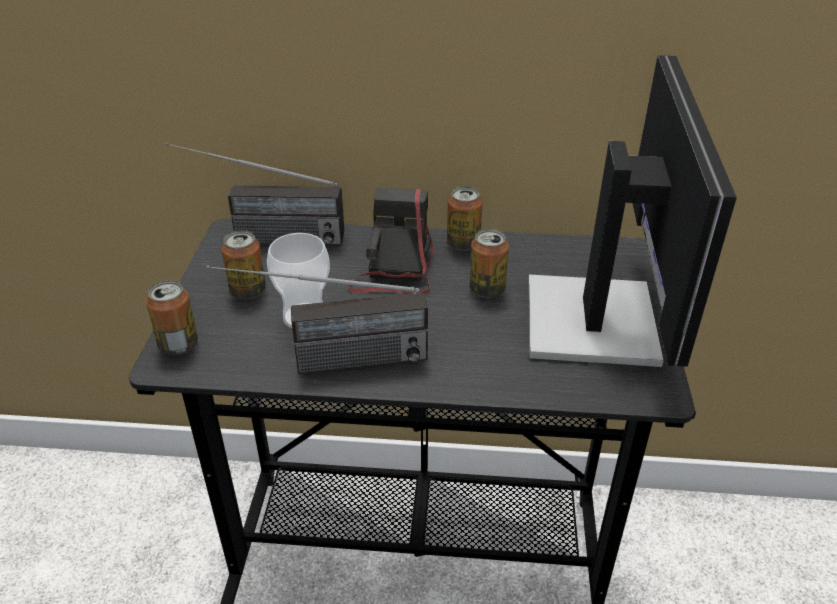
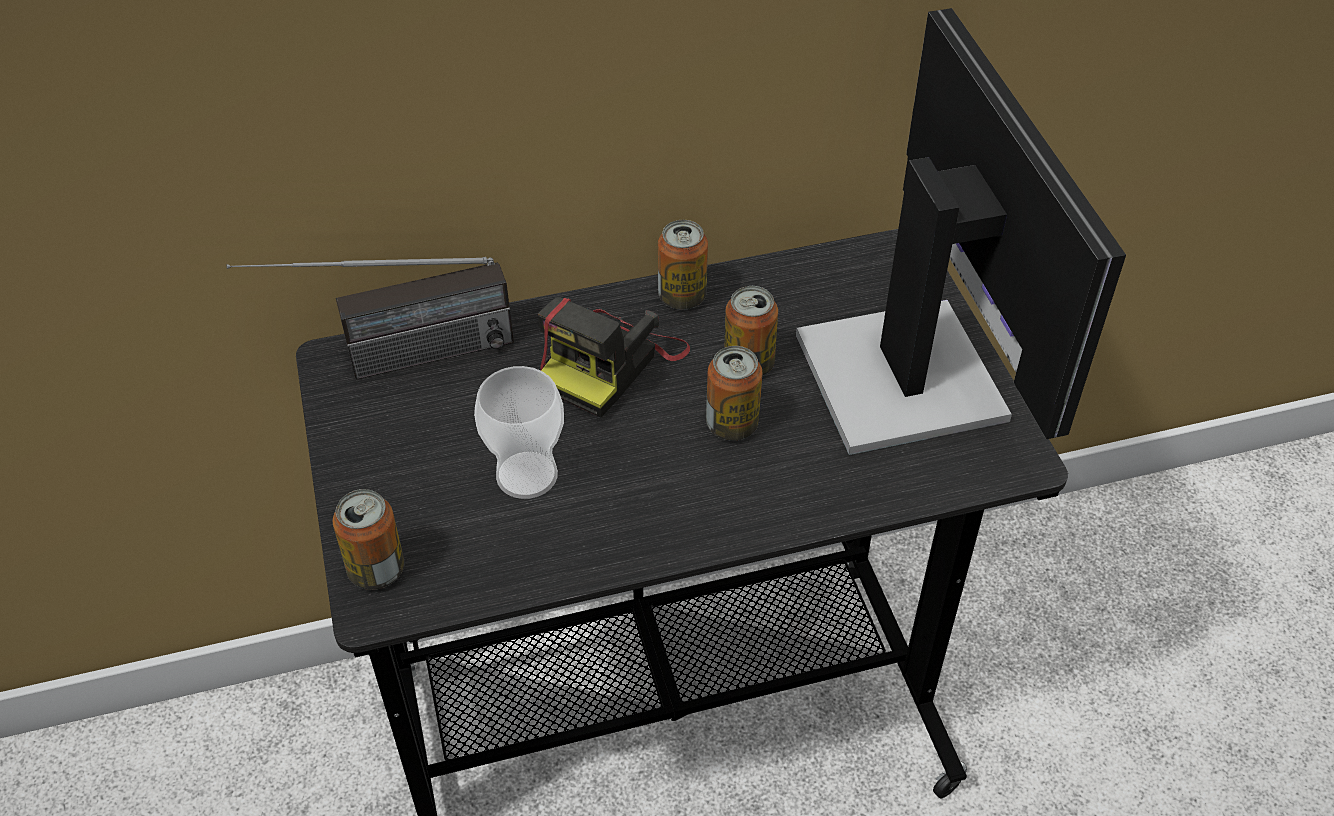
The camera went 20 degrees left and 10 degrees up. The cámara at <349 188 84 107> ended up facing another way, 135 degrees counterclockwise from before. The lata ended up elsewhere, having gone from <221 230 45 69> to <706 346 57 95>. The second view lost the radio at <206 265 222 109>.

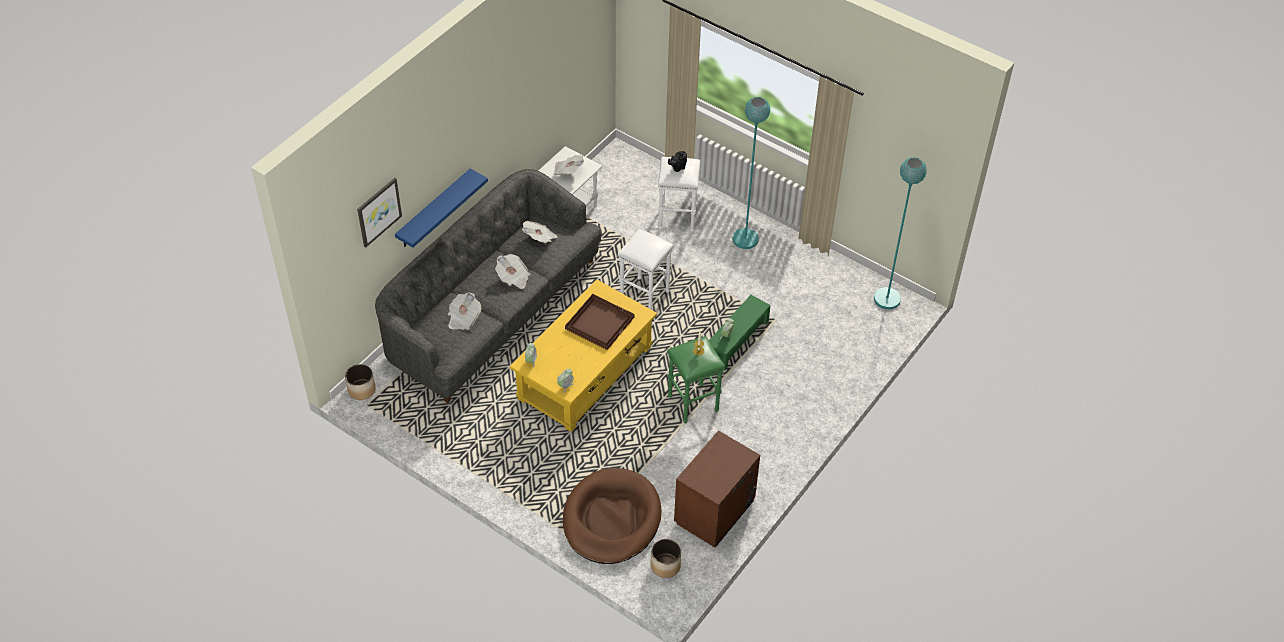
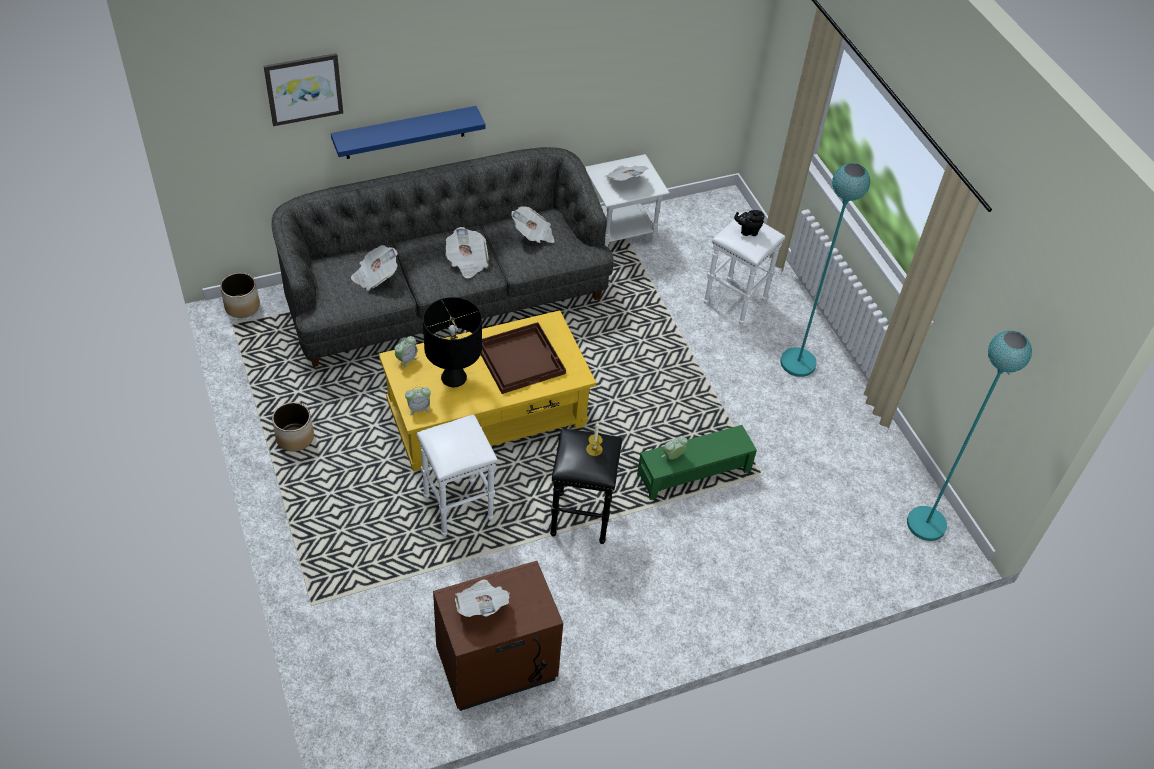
The camera went 30 degrees right and 0 degrees up. The taburete [blanco] ended up elsewhere, having gone from <618 229 56 81> to <417 414 81 122>. What was the taburete [verde] at <667 336 58 88> turned into the taburete [negro] at <550 429 72 115>. The second view lost the cama para perro [marrón] at <563 468 99 96>. The maceta ended up elsewhere, having gone from <651 539 30 39> to <272 402 42 49>. The second view gained the lámpara de mesa [negro] at <423 297 59 90>. The second view gained the periódico at <455 580 54 37>.

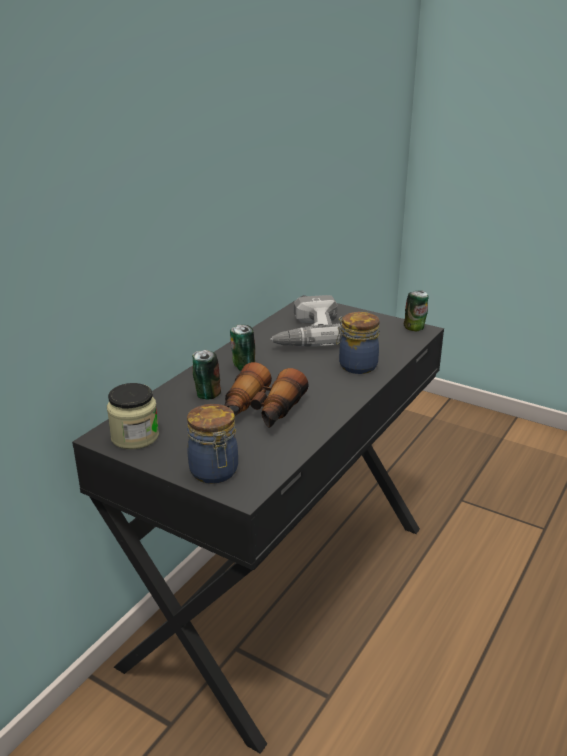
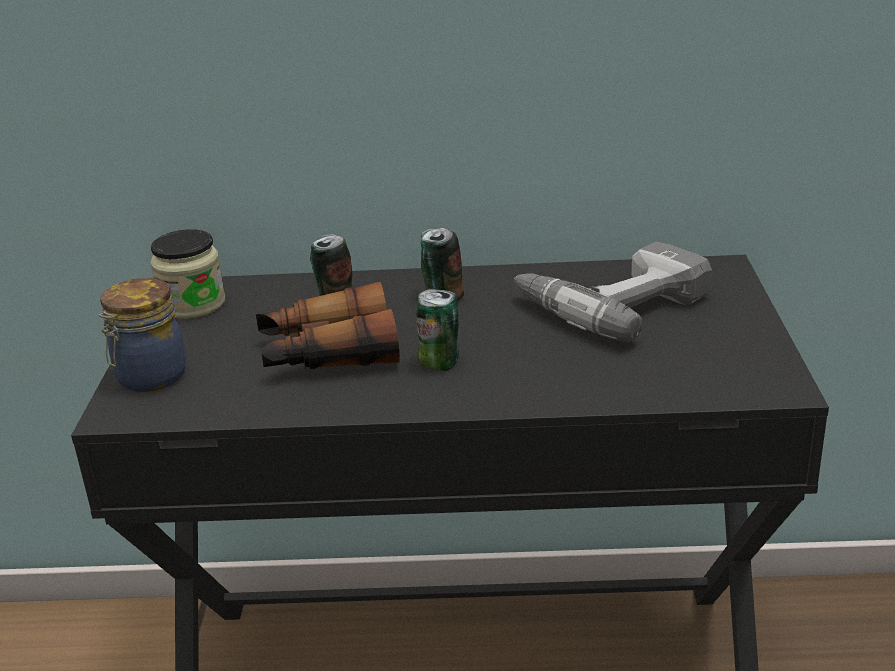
The camera went 60 degrees right and 0 degrees up. The lata ended up elsewhere, having gone from <404 290 25 41> to <416 288 43 83>. The second view lost the tarro at <336 312 43 62>.

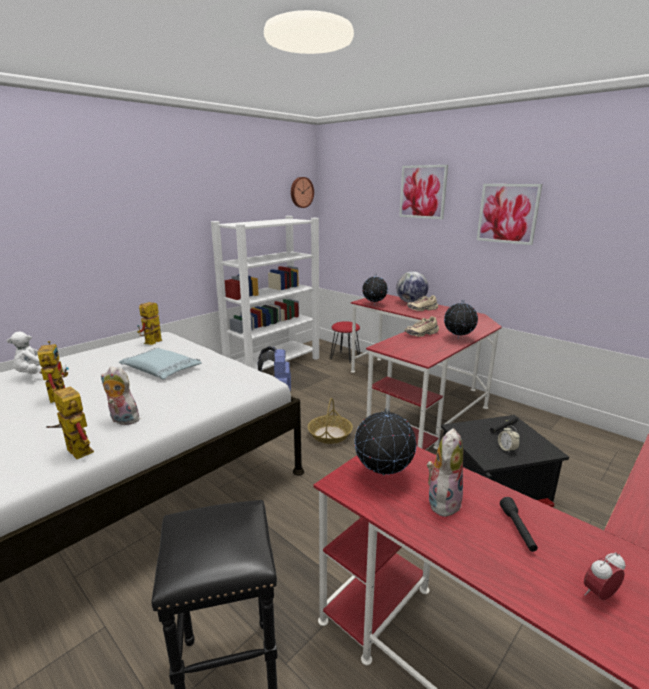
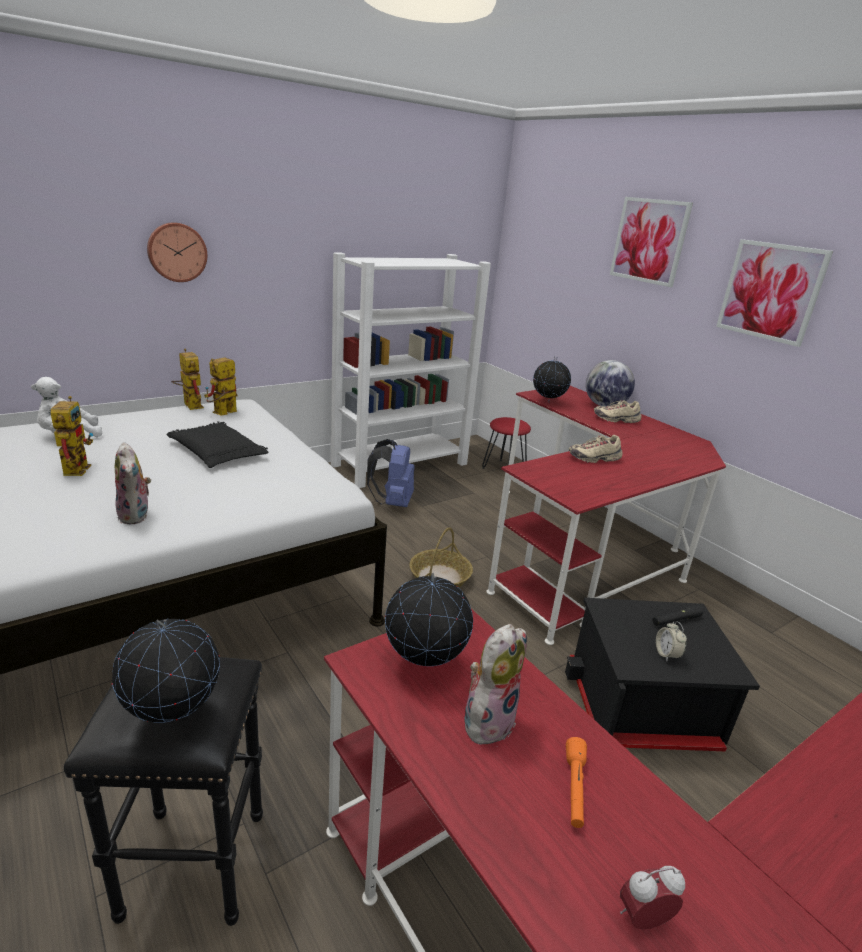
The camera went 10 degrees right and 5 degrees up. The reloj de pared ended up elsewhere, having gone from <291 177 23 31> to <147 222 60 60>. The globo terráqueo ended up elsewhere, having gone from <444 300 34 39> to <112 619 108 104>. What was the cojín [azul] at <119 347 82 33> turned into the cojín [negro] at <166 421 102 47>. The peluche at <101 366 38 59> ended up facing another way, 150 degrees counterclockwise from before. The robot de juguete ended up elsewhere, having gone from <46 384 48 75> to <171 349 33 61>. What was the linterna [negro] at <500 497 38 55> turned into the linterna [naranja] at <566 737 21 91>.

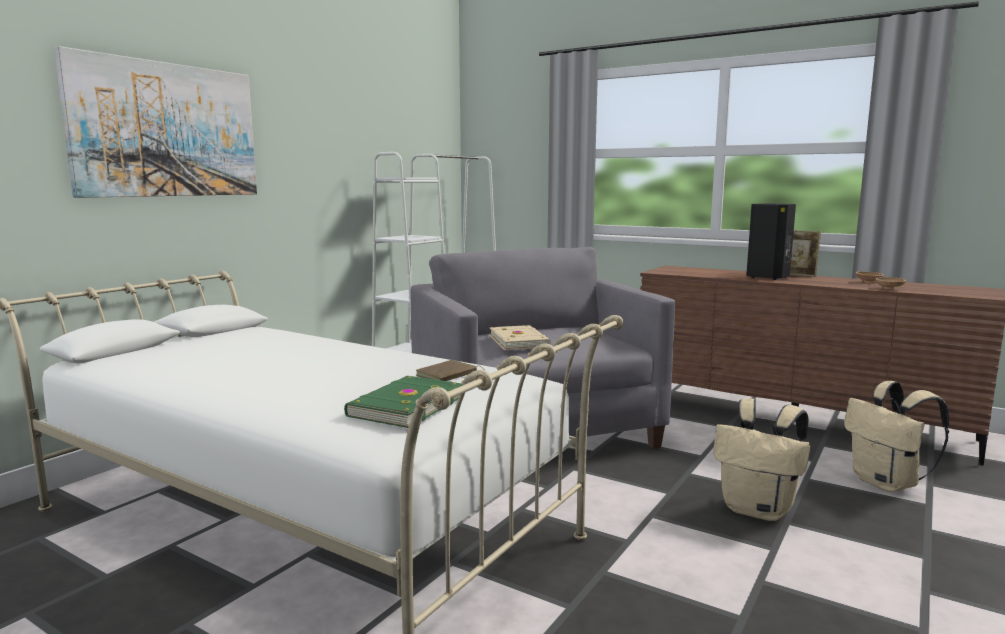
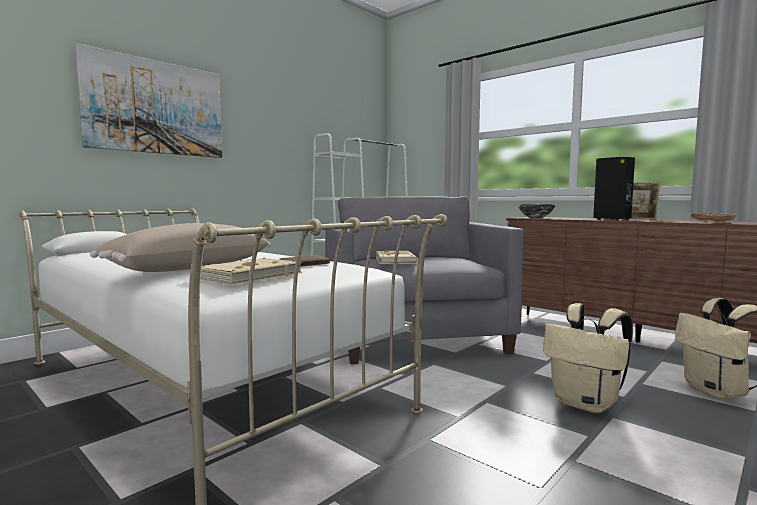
The camera went 10 degrees right and 5 degrees down. What was the libro [verde] at <344 376 118 52> turned into the libro [beis] at <201 258 101 27>. The second view gained the cuenco at <518 204 37 14>. The second view gained the cojín [beis] at <90 223 181 49>.

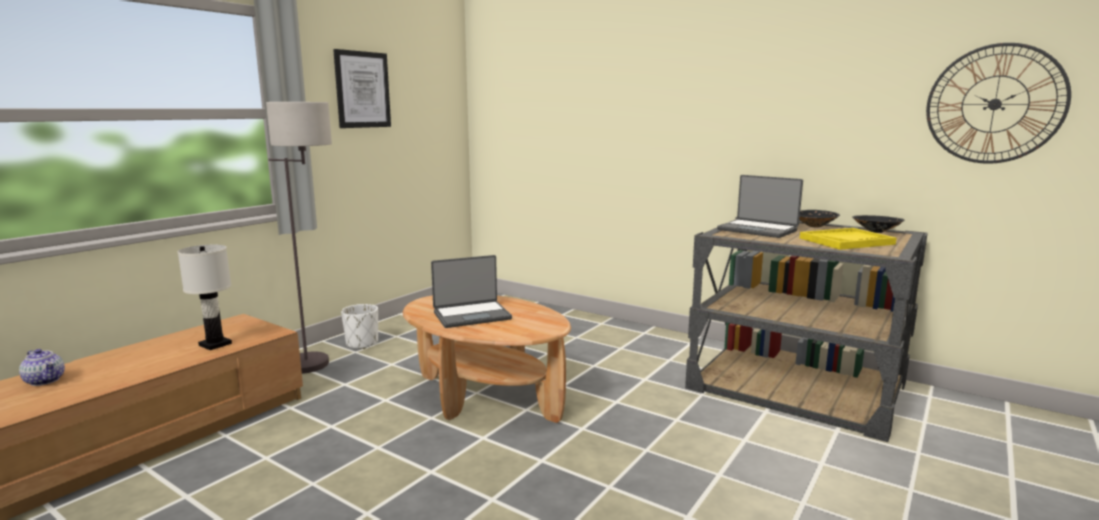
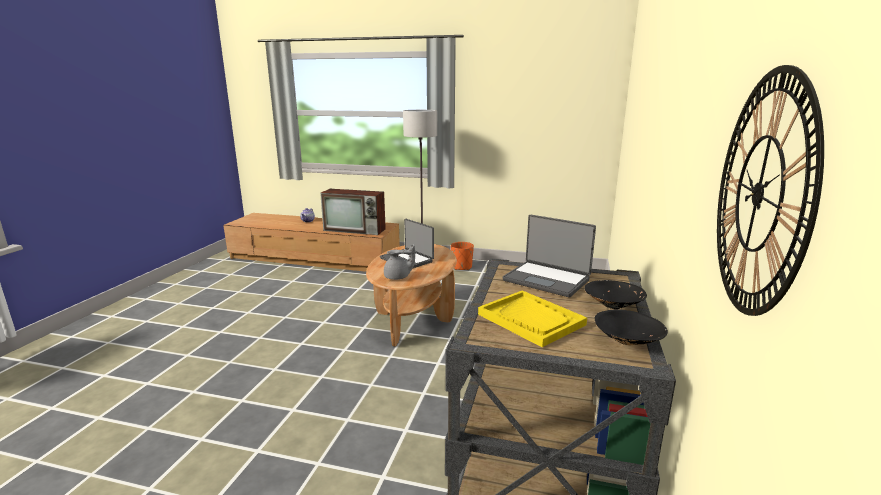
The camera went 70 degrees right and 5 degrees up. The second view lost the cuadro at <333 49 58 79>. The portátil at <717 175 86 63> ended up facing another way, 75 degrees counterclockwise from before. Where the lámpara de mesa [blanco] stood at <177 245 55 105>, the televisor came to stand at <320 189 66 46>. What was the maceta [blanco] at <341 304 37 45> turned into the maceta [naranja] at <451 242 23 28>. The second view gained the tetera [gris] at <384 244 31 36>.

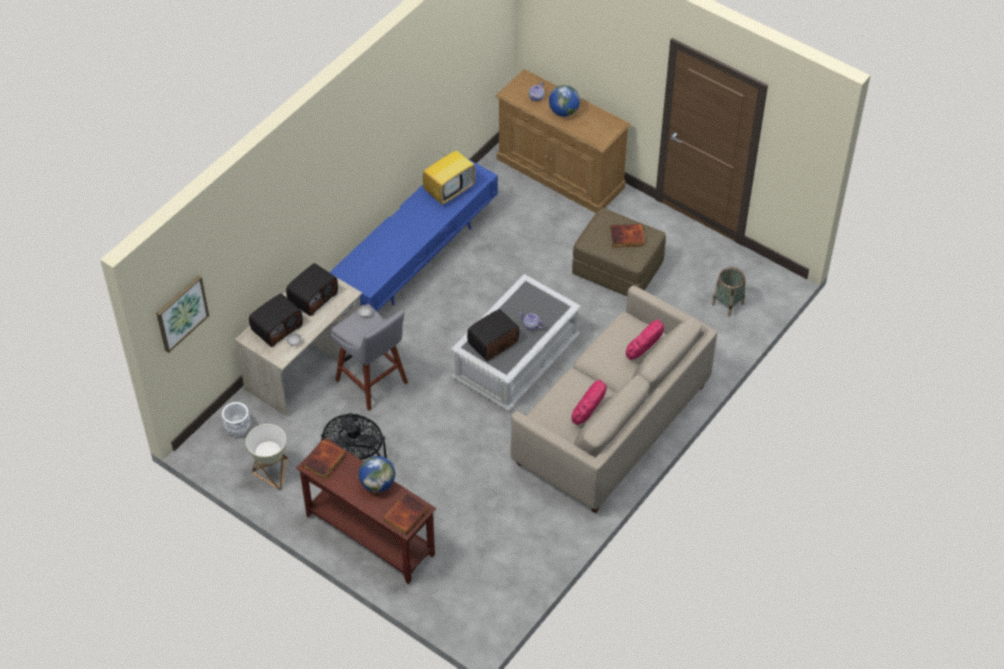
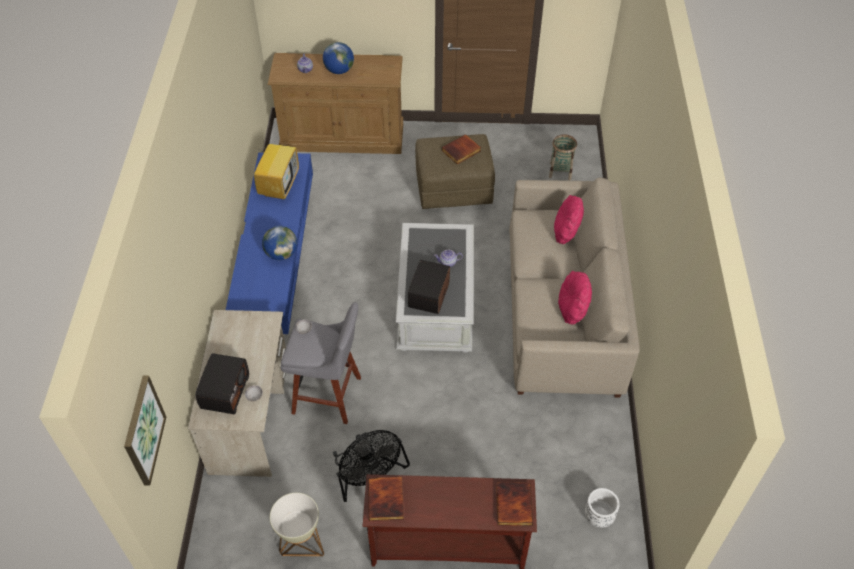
The camera went 35 degrees left and 0 degrees up. The second view lost the radio at <286 263 52 53>. The maceta [blanco] ended up elsewhere, having gone from <222 402 29 34> to <585 488 35 39>. The globo terráqueo ended up elsewhere, having gone from <359 456 36 36> to <262 226 35 34>.

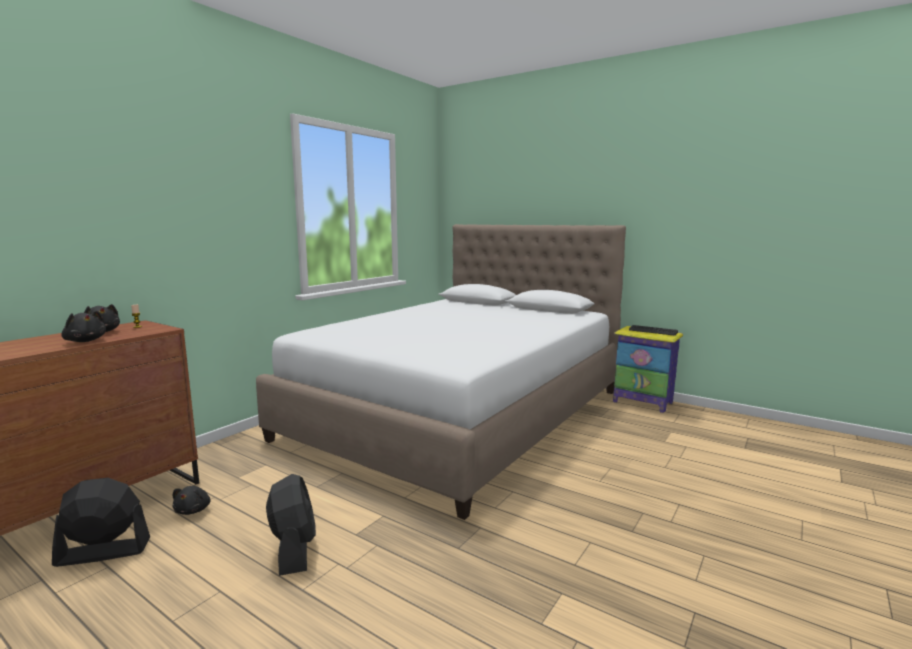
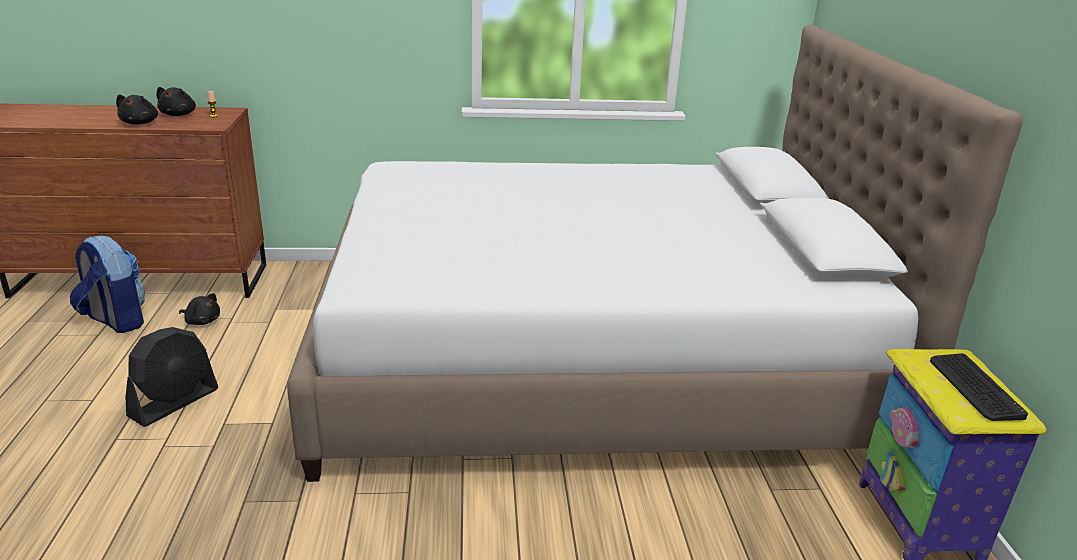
The camera went 50 degrees right and 15 degrees up. Where the ventilador [negro] stood at <52 478 98 89>, the mochila came to stand at <70 235 76 98>. The peluche [negro] at <173 486 37 29> ended up facing another way, 120 degrees counterclockwise from before.

